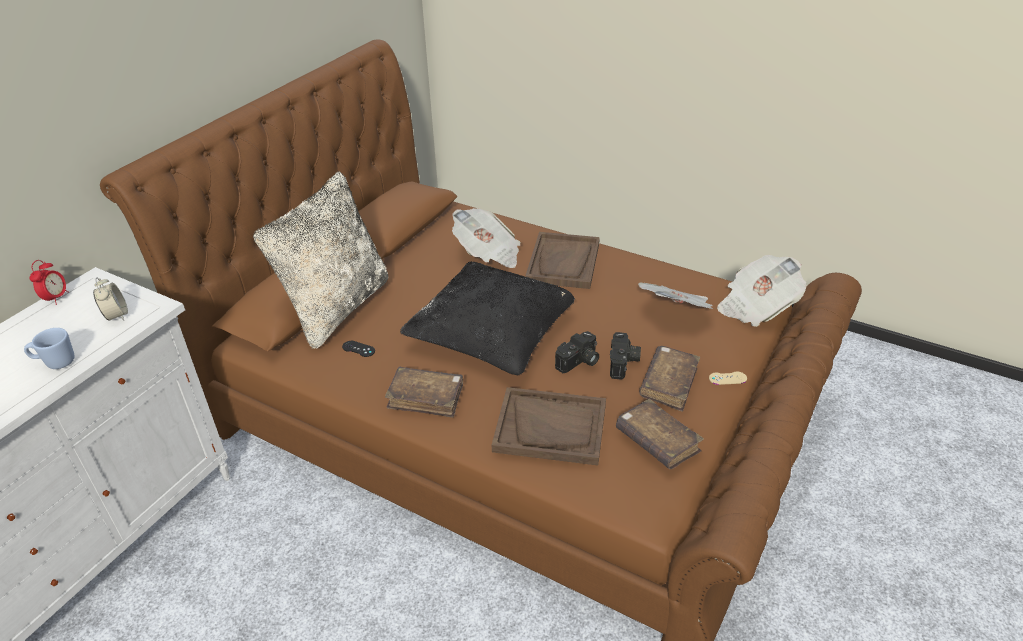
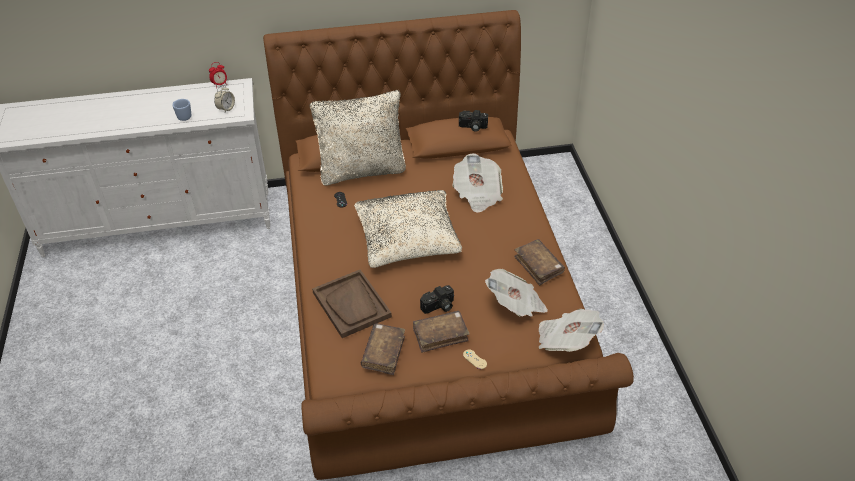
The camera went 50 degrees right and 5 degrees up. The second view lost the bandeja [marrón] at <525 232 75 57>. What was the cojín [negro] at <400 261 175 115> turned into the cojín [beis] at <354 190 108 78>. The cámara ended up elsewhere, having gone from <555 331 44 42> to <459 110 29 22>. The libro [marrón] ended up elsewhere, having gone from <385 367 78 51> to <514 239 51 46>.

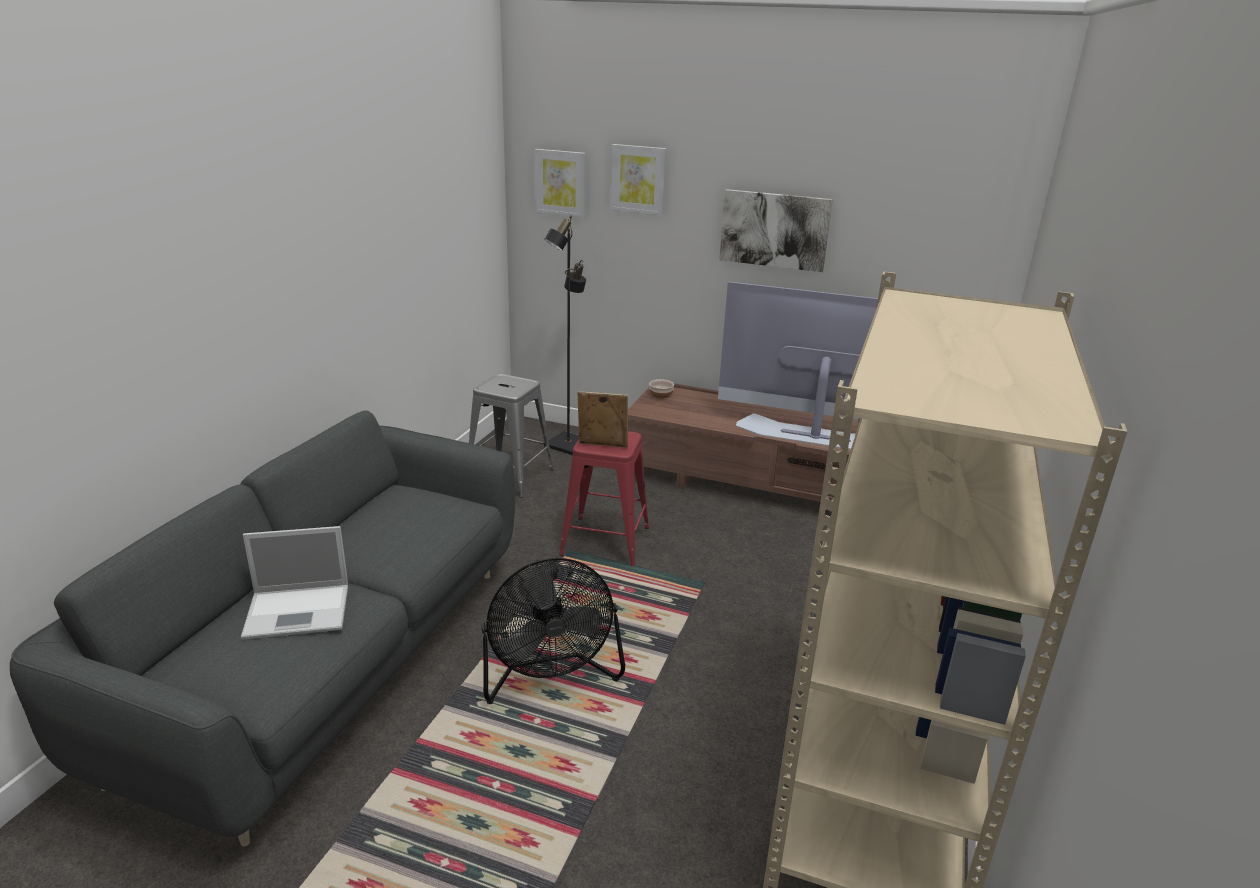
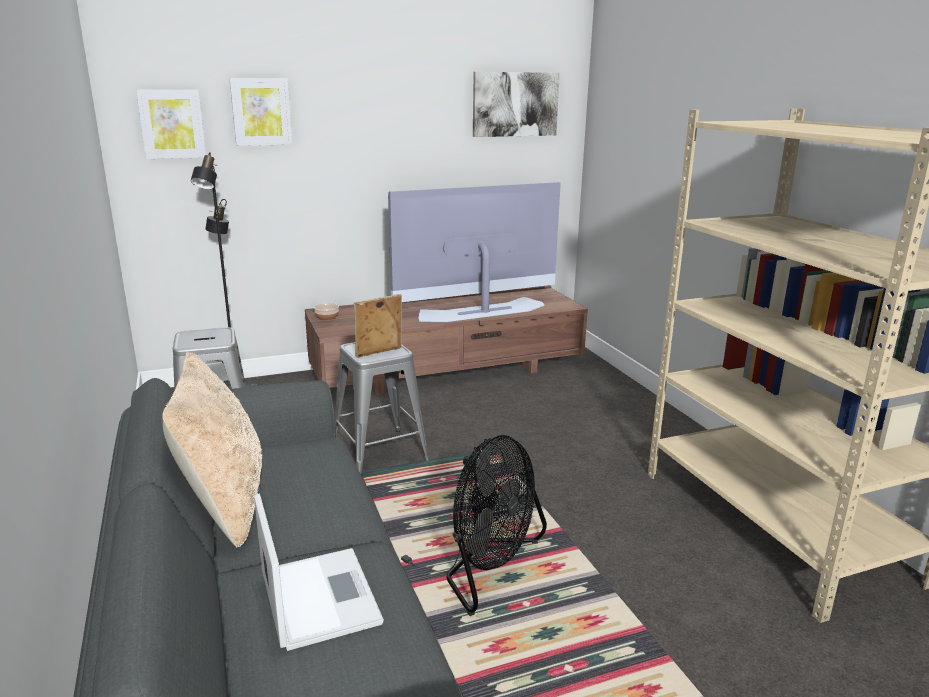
The camera went 40 degrees left and 5 degrees down. The cuadro ended up elsewhere, having gone from <719 189 114 83> to <473 72 87 65>. What was the taburete [rojo] at <559 431 90 135> turned into the taburete [gris] at <335 342 94 132>. The portátil at <241 526 107 114> ended up facing another way, 60 degrees counterclockwise from before. The second view gained the cojín [beis] at <162 352 100 195>.

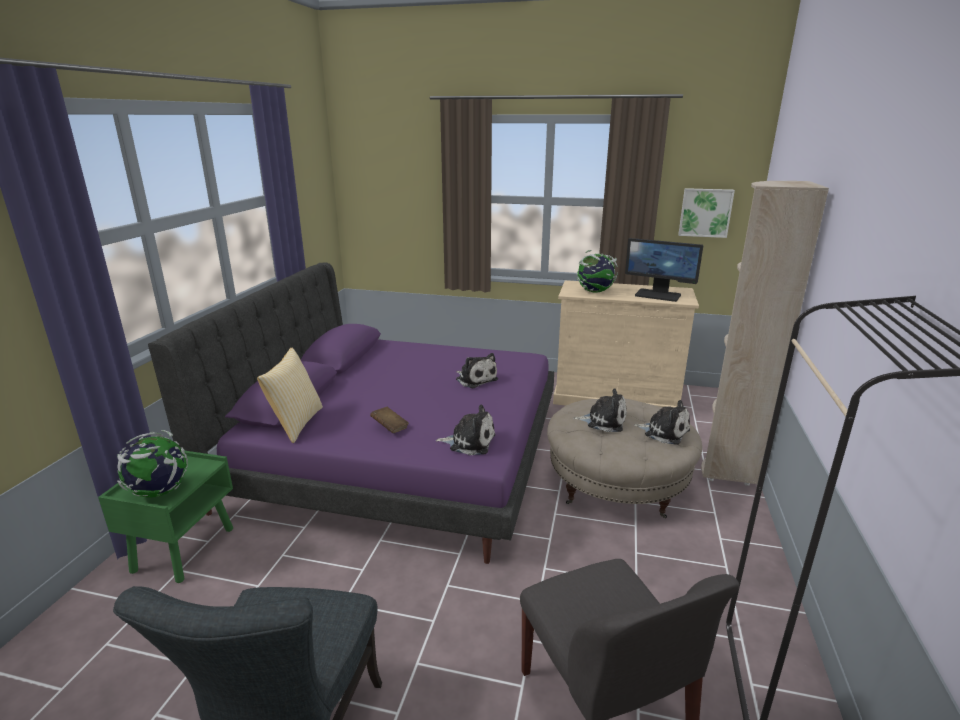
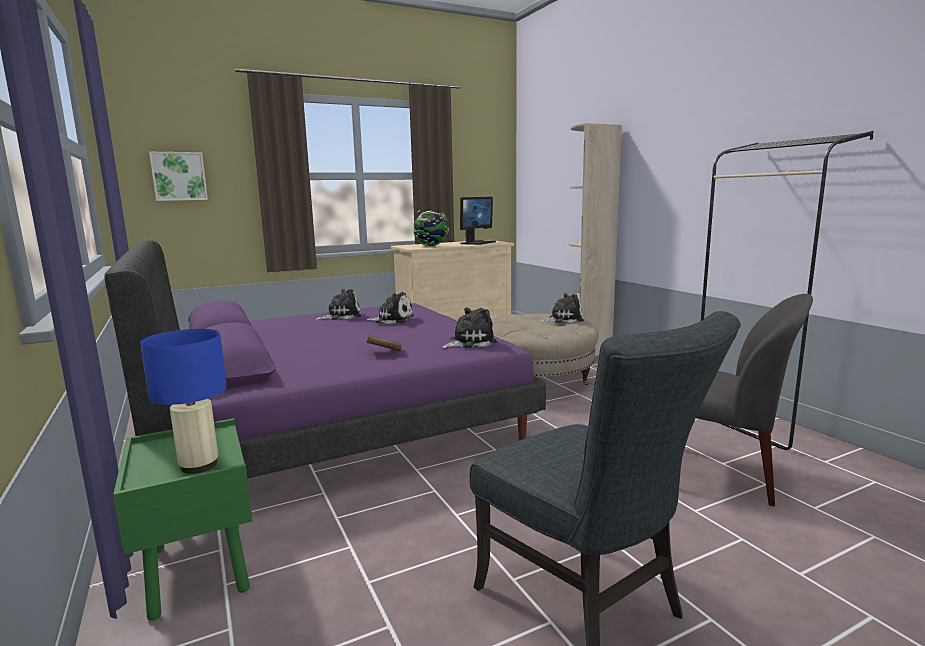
The camera went 40 degrees left and 10 degrees down. The cuadro ended up elsewhere, having gone from <678 188 57 50> to <149 152 59 49>. The monitor at <625 238 78 64> ended up facing another way, 45 degrees counterclockwise from before. The second view lost the cojín at <257 348 66 95>. The peluche ended up elsewhere, having gone from <573 388 54 44> to <315 289 46 31>. Where the globo terráqueo stood at <117 430 71 68>, the lámpara de mesa [azul] came to stand at <140 329 87 145>.

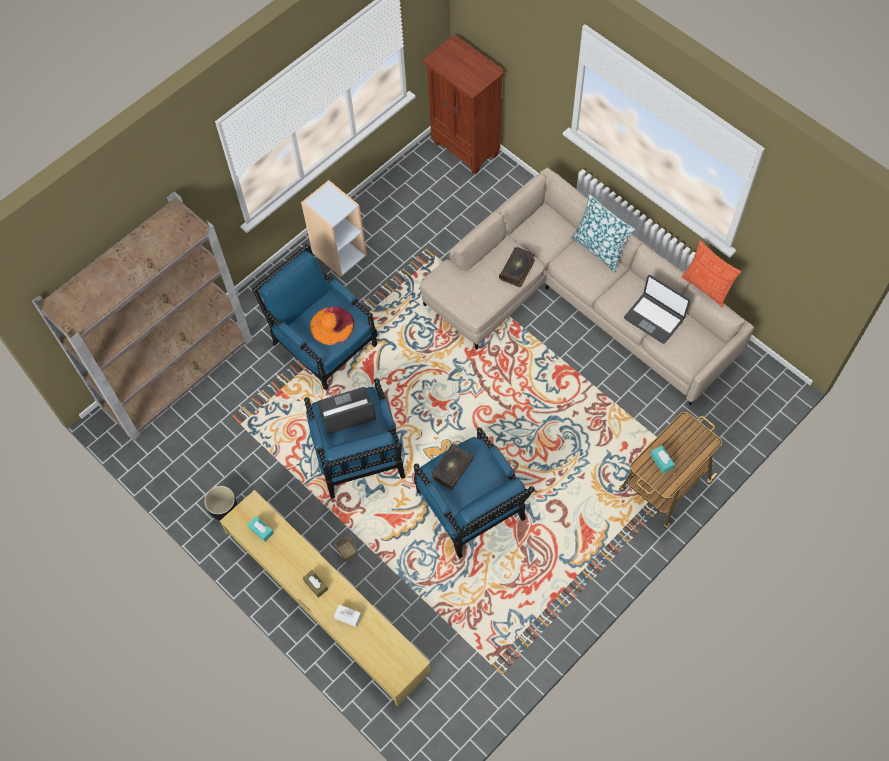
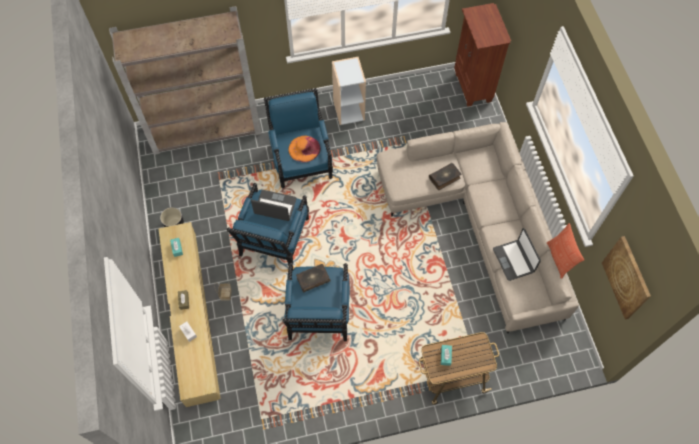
The camera went 30 degrees right and 0 degrees up. The second view lost the cojín at <571 194 64 78>. The second view gained the cuadro at <602 236 49 84>.

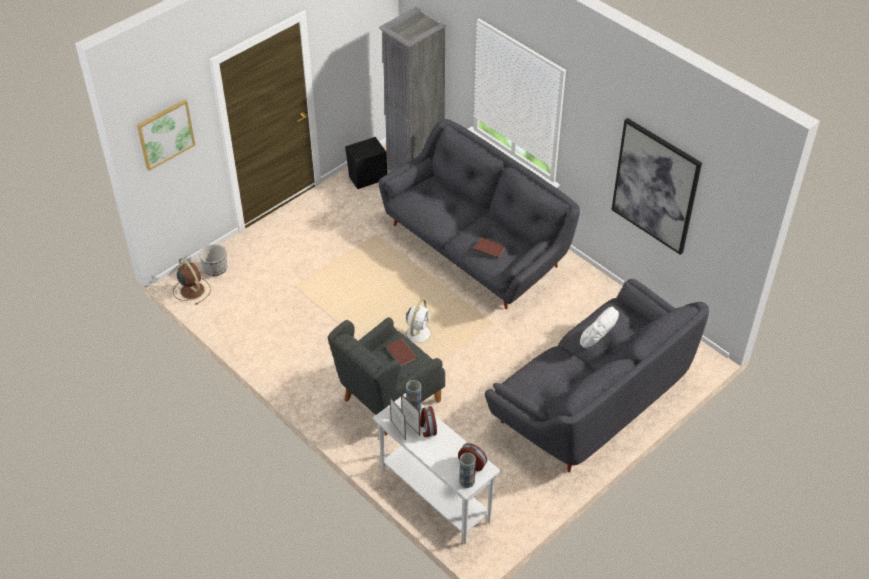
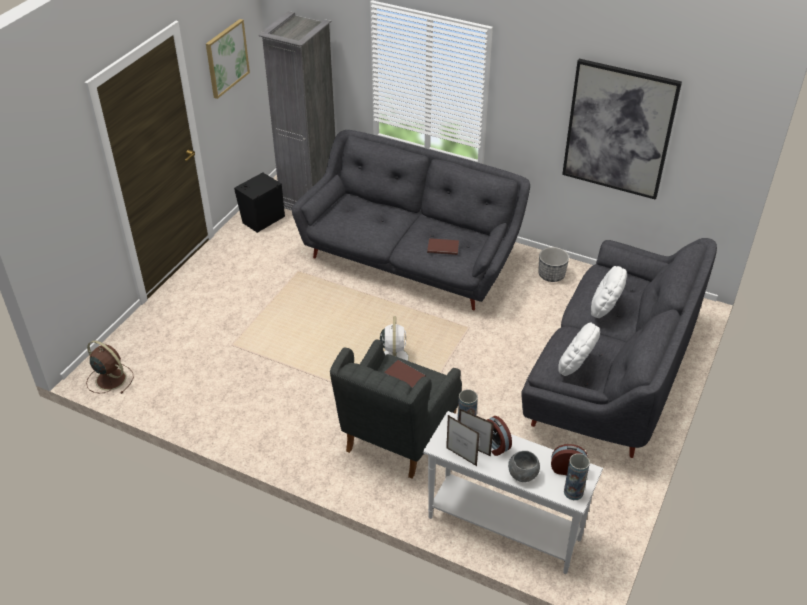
The camera went 20 degrees left and 5 degrees down. The cuadro ended up elsewhere, having gone from <137 99 58 72> to <206 19 44 80>. The maceta ended up elsewhere, having gone from <199 244 29 32> to <538 247 31 35>. The second view gained the cojín [blanco] at <558 322 42 54>. The second view gained the cuenco [gris] at <508 451 32 31>.

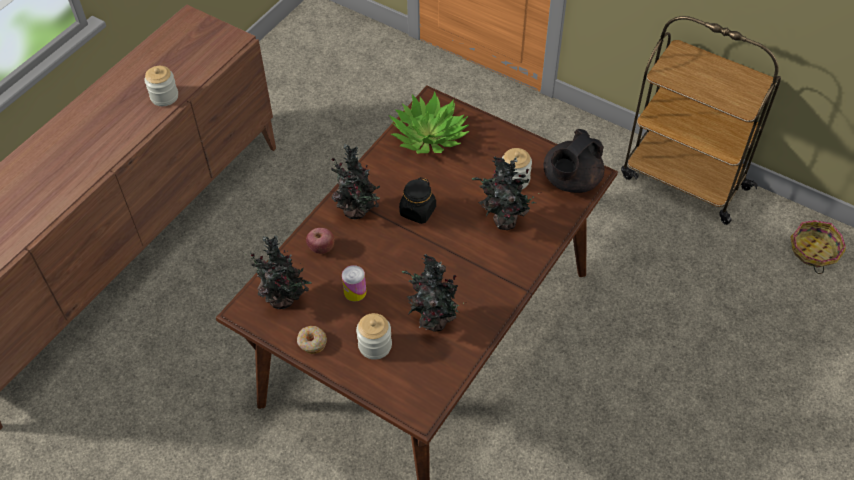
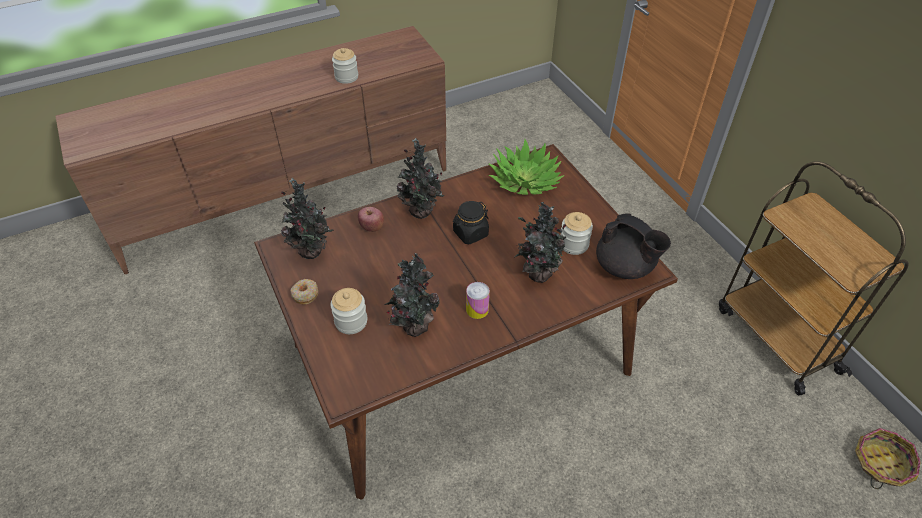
The camera went 30 degrees right and 5 degrees down. The tetera [negro] at <543 129 61 64> ended up facing another way, 120 degrees counterclockwise from before. The lata ended up elsewhere, having gone from <342 265 25 37> to <466 282 24 37>.

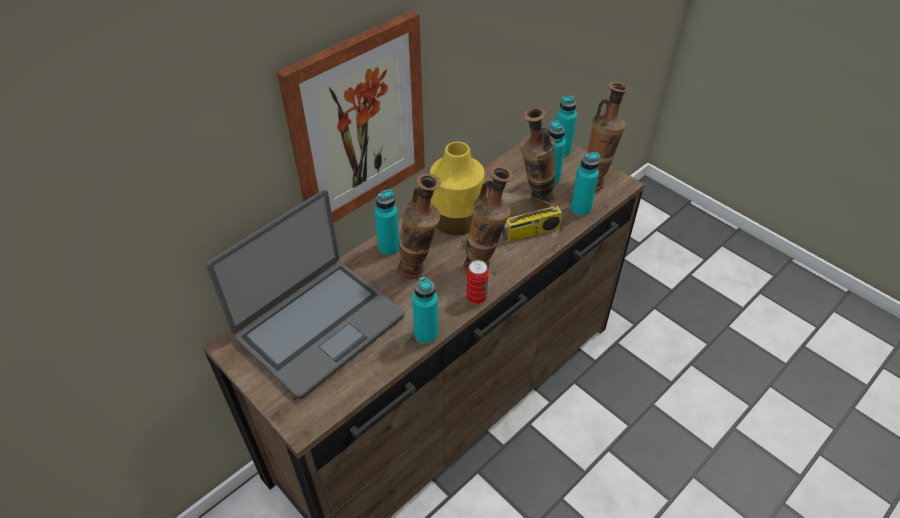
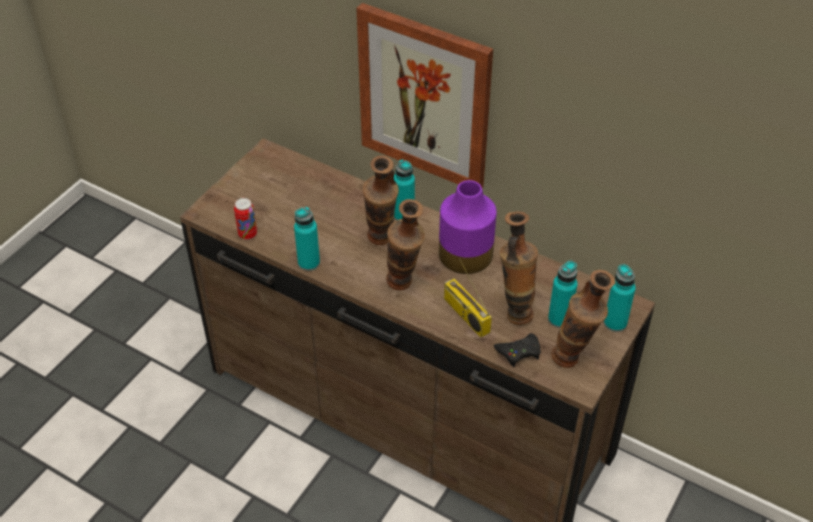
The camera went 75 degrees right and 0 degrees up. What was the florero [amarillo] at <430 142 55 93> turned into the florero [morado] at <439 180 58 94>. Where the botella [turquesa] stood at <570 152 30 65>, the mando de consola [negro] came to stand at <494 333 47 34>. The second view lost the portátil at <206 190 198 209>. The lata ended up elsewhere, having gone from <467 260 22 44> to <234 198 23 42>.

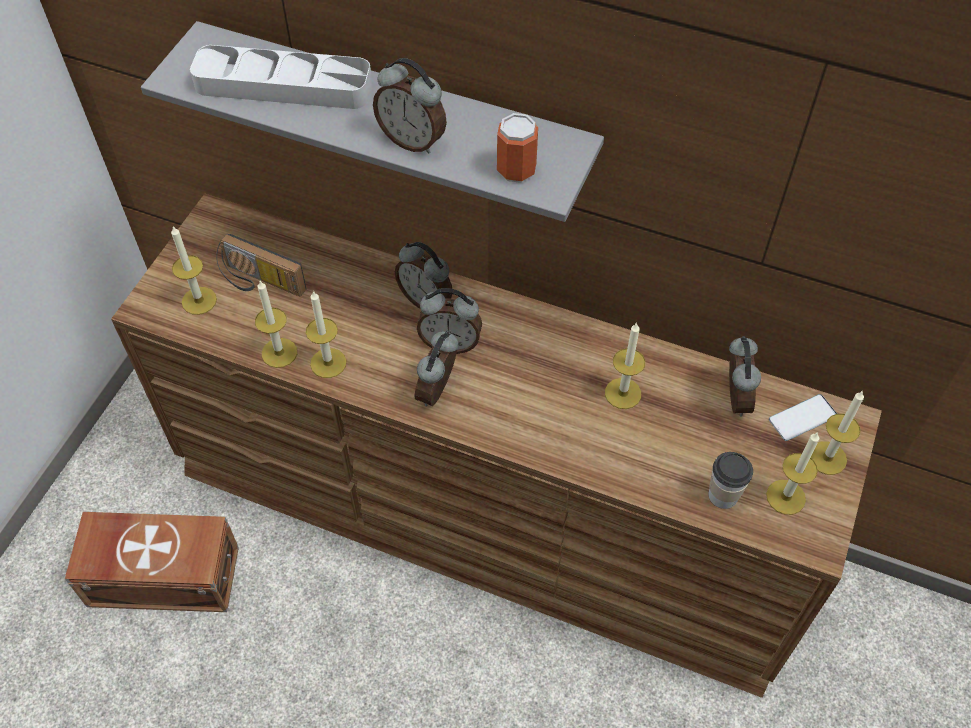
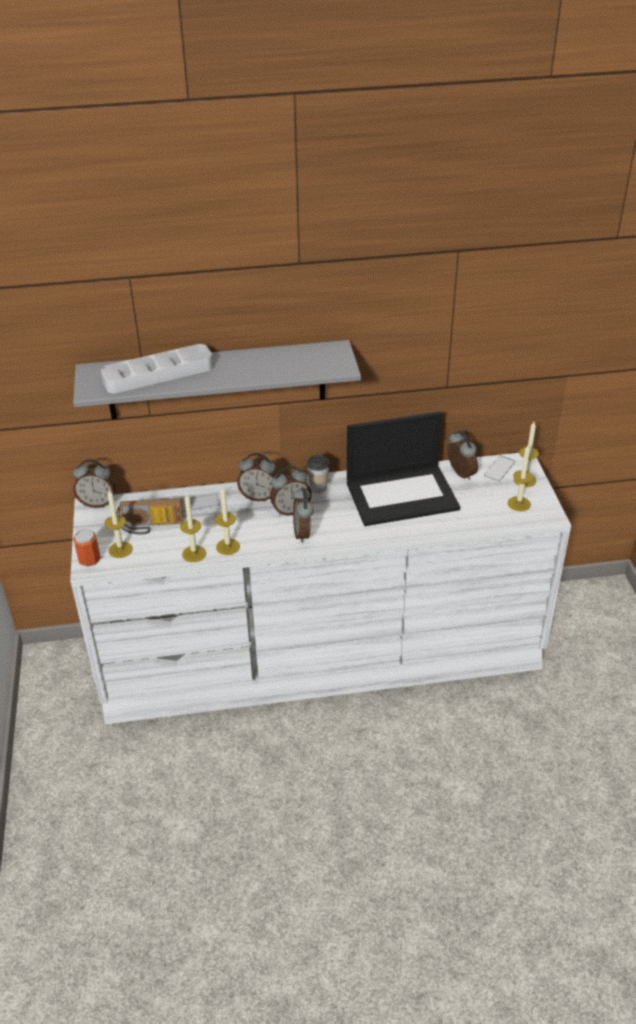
The camera went 30 degrees left and 15 degrees down. The despertador ended up elsewhere, having gone from <373 58 74 96> to <73 459 43 49>. The lata ended up elsewhere, having gone from <497 113 41 70> to <73 528 28 39>. What was the cómoda [marrón] at <111 194 771 504> turned into the cómoda [blanco] at <70 453 501 271>. Where the vela stood at <605 322 40 87>, the portátil came to stand at <347 411 113 115>. The taza ended up elsewhere, having gone from <708 452 45 57> to <307 454 22 39>. The second view lost the caja de almacenaje [marrón] at <65 512 174 100>. The second view gained the móvil at <181 494 39 18>.

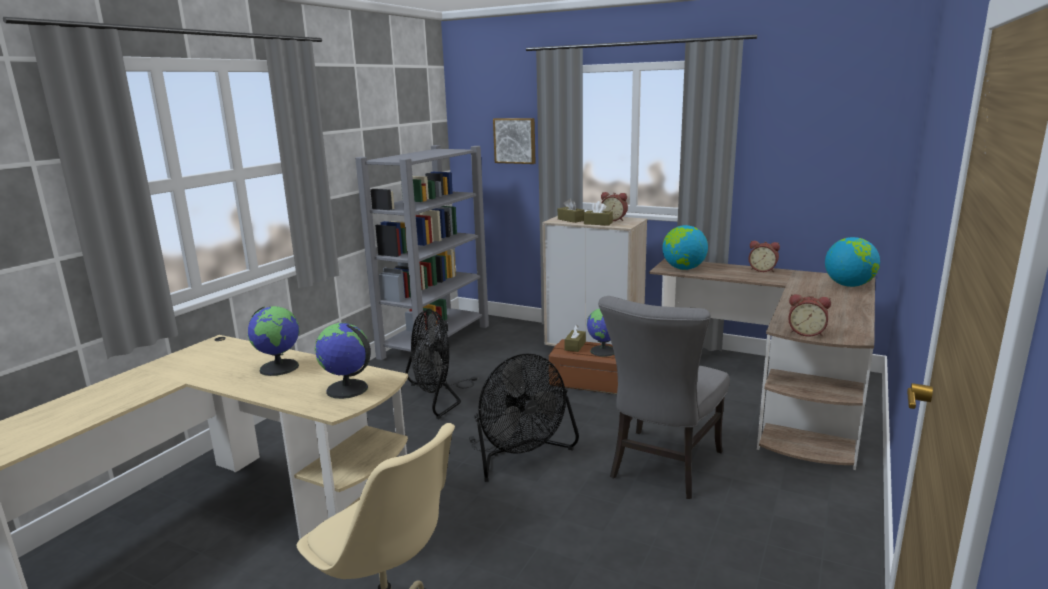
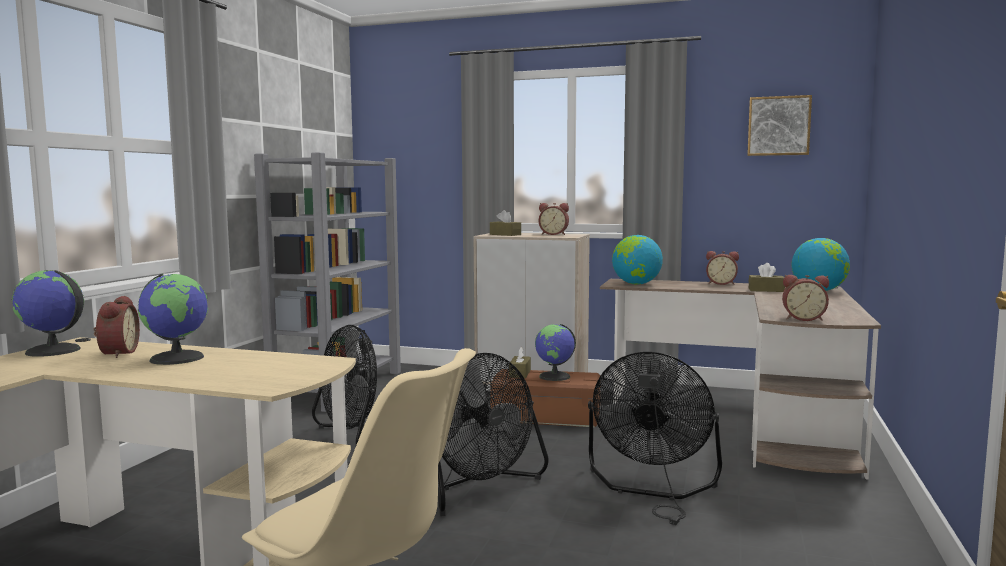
The camera went 10 degrees left and 10 degrees down. The cuadro ended up elsewhere, having gone from <493 118 43 46> to <747 95 65 61>. The caja de pañuelos [marrón] ended up elsewhere, having gone from <584 201 29 25> to <749 263 36 29>. Where the silla [gris] stood at <598 296 132 203>, the ventilador [negro] came to stand at <588 352 134 173>. The globo terráqueo ended up elsewhere, having gone from <315 323 56 76> to <12 270 72 87>. The second view gained the despertador at <93 296 47 62>.

